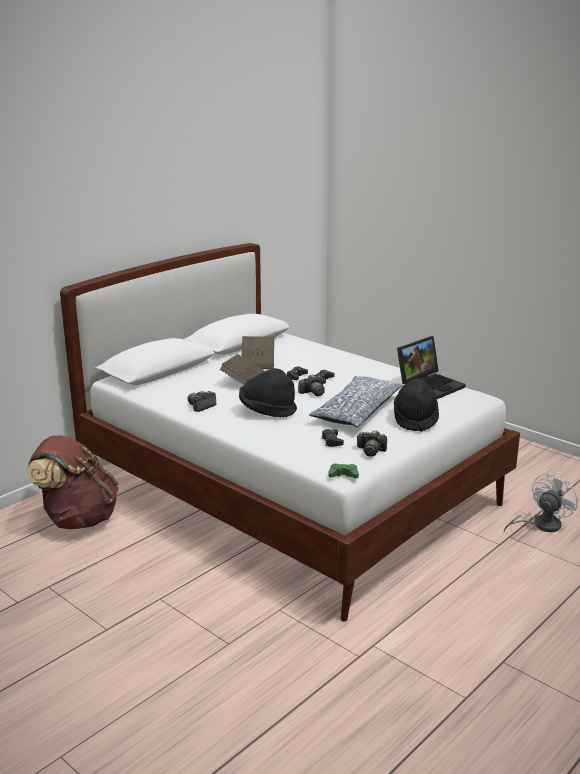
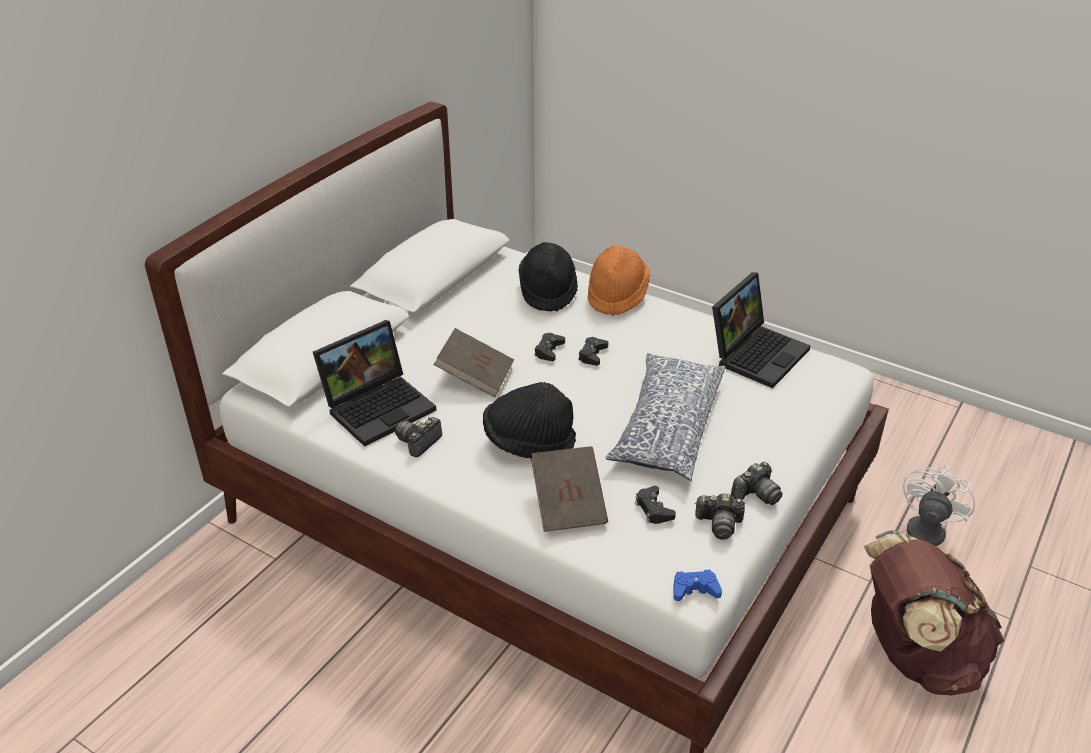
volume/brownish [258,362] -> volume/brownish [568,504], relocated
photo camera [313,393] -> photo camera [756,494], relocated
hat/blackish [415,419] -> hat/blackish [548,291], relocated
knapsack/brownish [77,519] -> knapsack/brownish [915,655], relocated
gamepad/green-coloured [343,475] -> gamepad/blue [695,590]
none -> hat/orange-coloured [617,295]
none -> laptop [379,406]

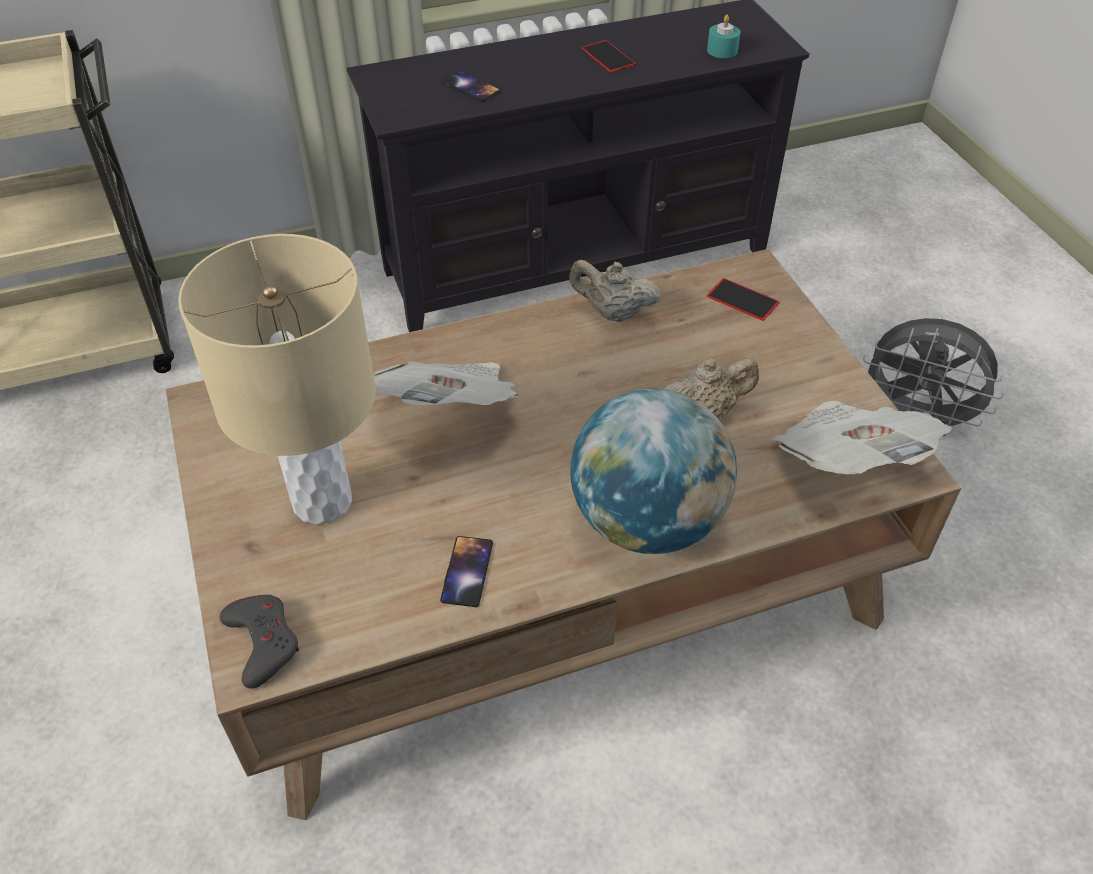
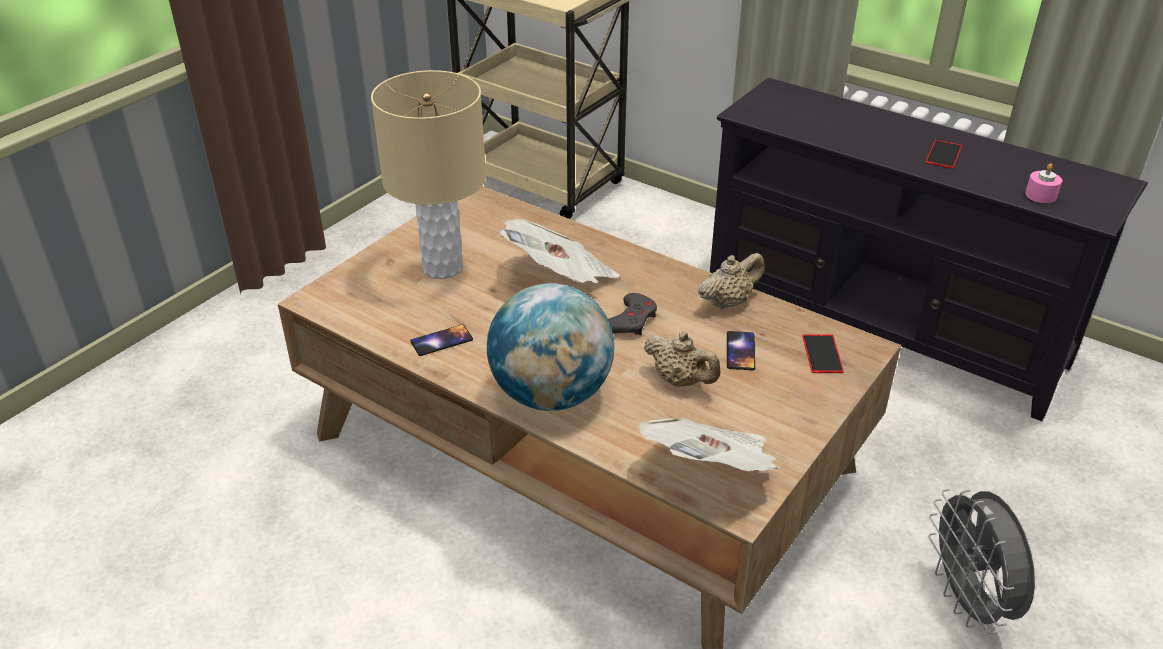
wax light/blue-green [722,50] -> wax light/pink-coloured [1040,195]
telephone [470,87] -> telephone [740,351], relocated
pot for tea/sand-coloured [612,313] -> pot for tea/sand-coloured [728,302], 75 degrees clockwise
gamepad/grey [262,642] -> gamepad/grey [630,321], relocated

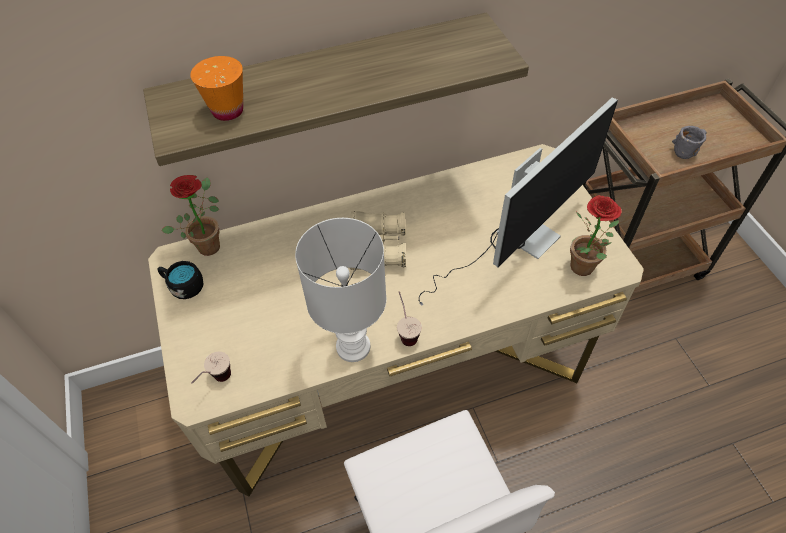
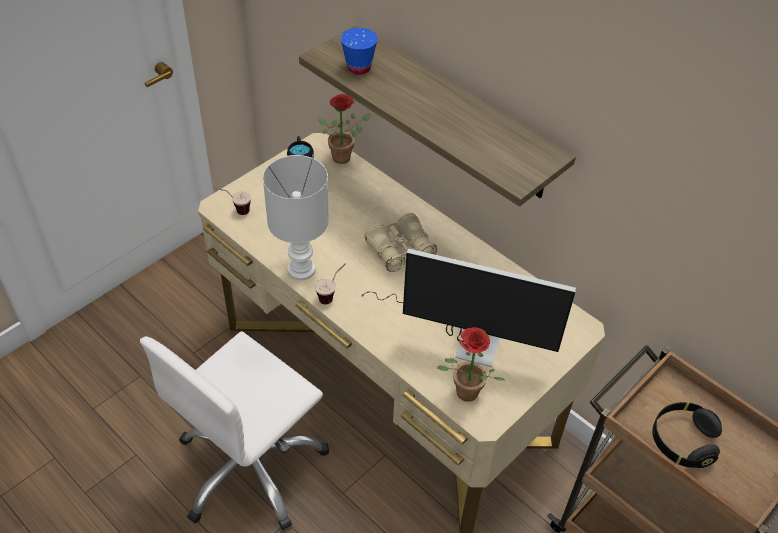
drinking cup/orange-coloured [228,111] -> drinking cup/blue [358,68]
tea mug/grey [687,148] -> headset/blackish [682,442]

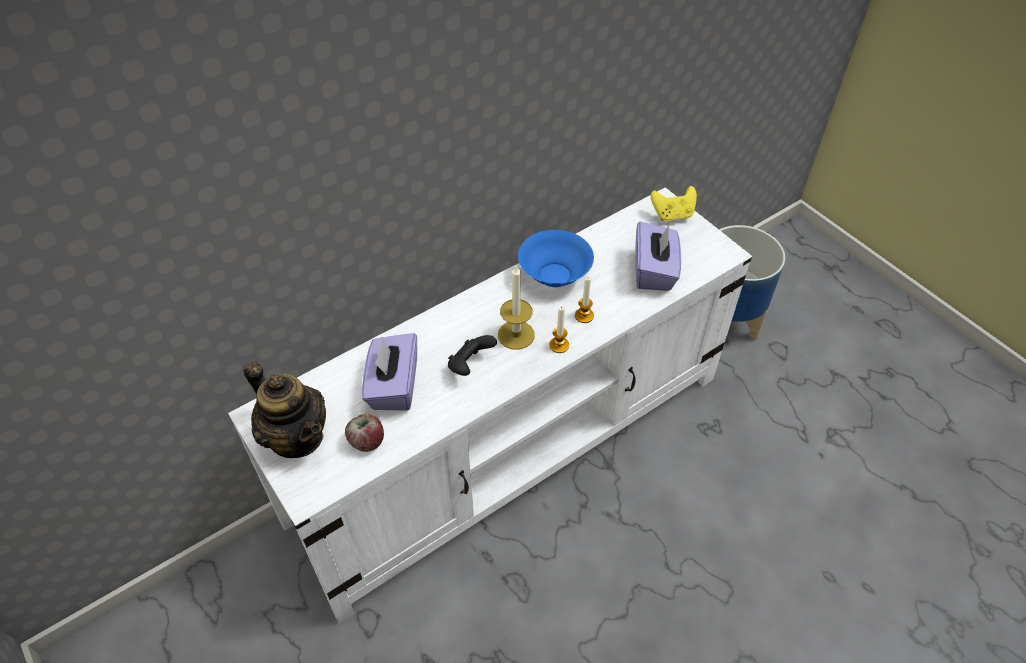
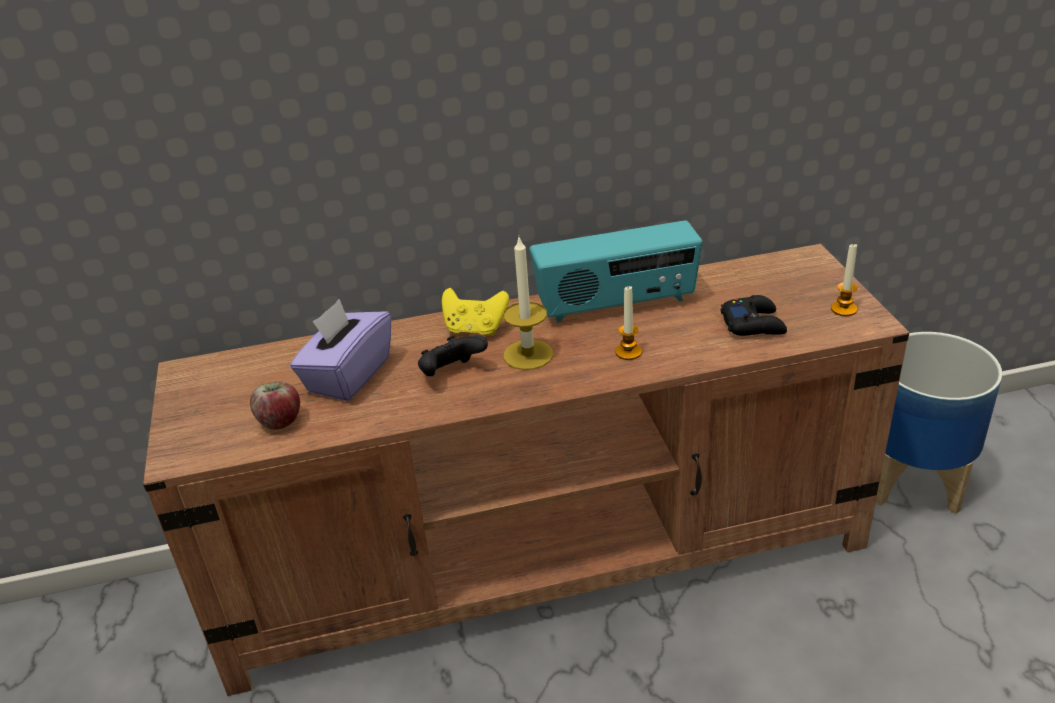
gamepad/yellowish [672,215] -> gamepad/yellowish [475,329], relocated
tv stand/white [512,447] -> tv stand/brownish [545,557]
tissue holder/purple-coloured [654,271] -> gamepad/blackish [753,324]
bowl/blue [554,274] -> radio receiver [616,305]
wax light [559,345] -> wax light [843,309], relocated
pot for tea [297,437] -> none

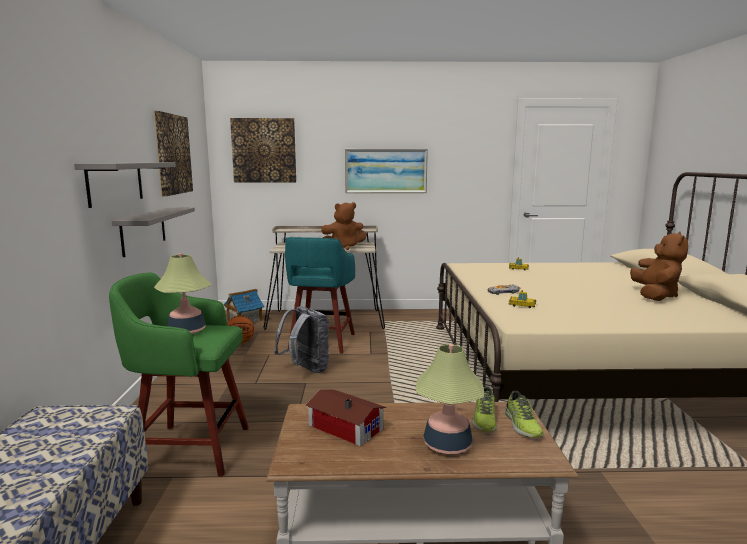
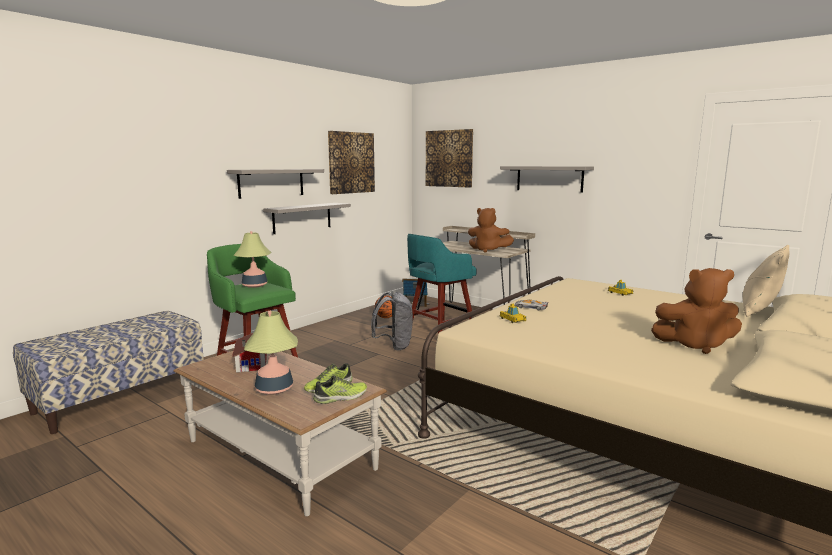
wall art [386,171] -> wall shelf/grey [549,178]
cuddly toy/brownish [655,296] -> cuddly toy/brownish [695,345], 45 degrees clockwise
low shoe [521,424] -> low shoe [341,397], 150 degrees counterclockwise
none -> cushion/sand-coloured [759,311]

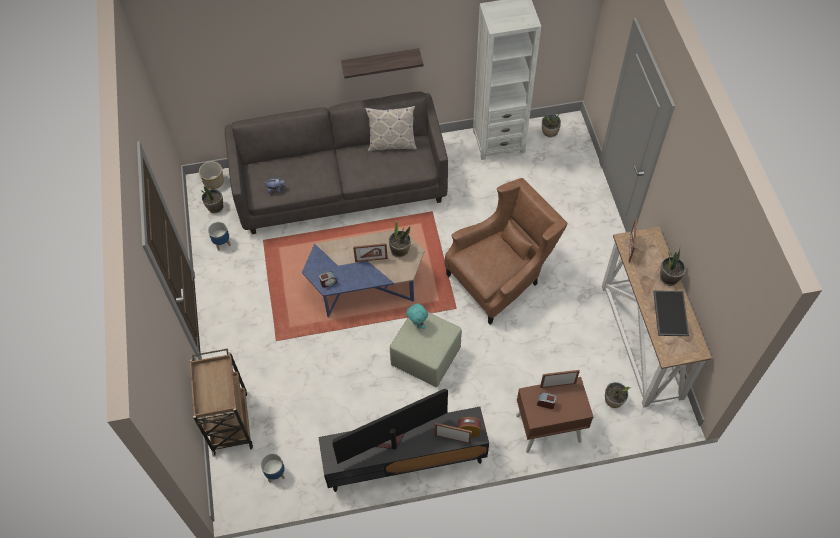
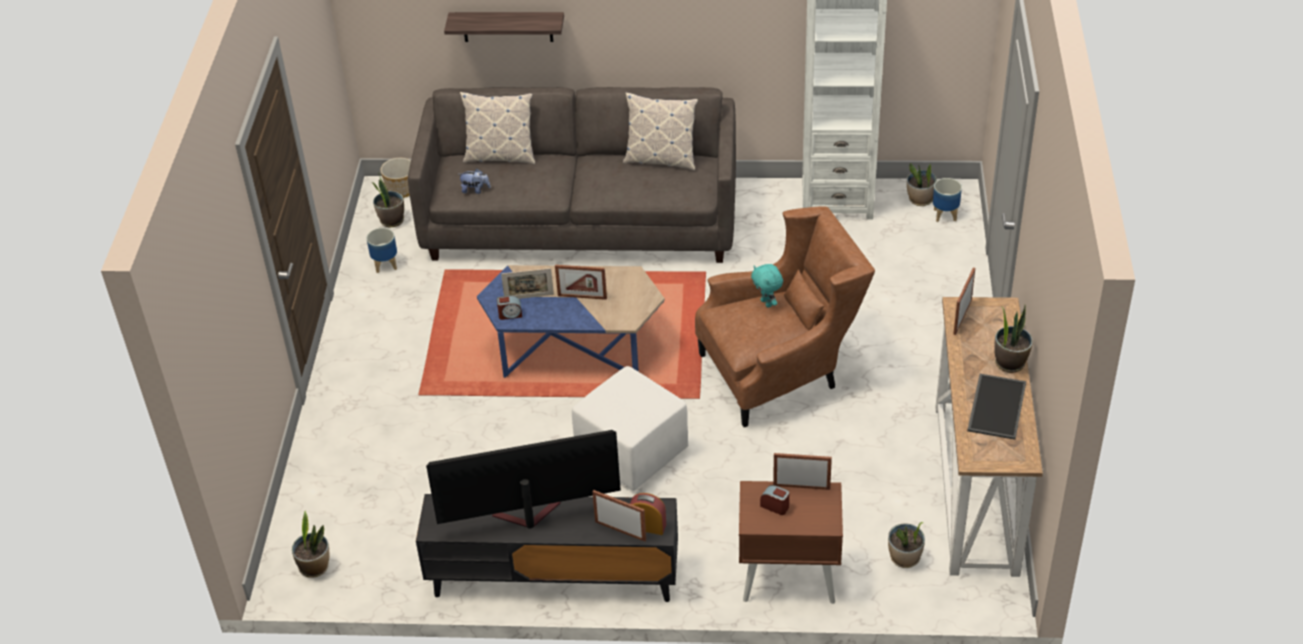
wall shelf [380,62] -> wall shelf [507,26], relocated
potted plant [400,250] -> potted plant [315,567], relocated
cuddly toy/blue-green [417,324] -> cuddly toy/blue-green [767,303], relocated
footrest/green-coloured [425,357] -> footrest/white [630,452]
cart/brownish [230,421] -> none
planter [275,473] -> planter [944,215], relocated
none -> cushion [500,156]
none -> standing frame [529,297]

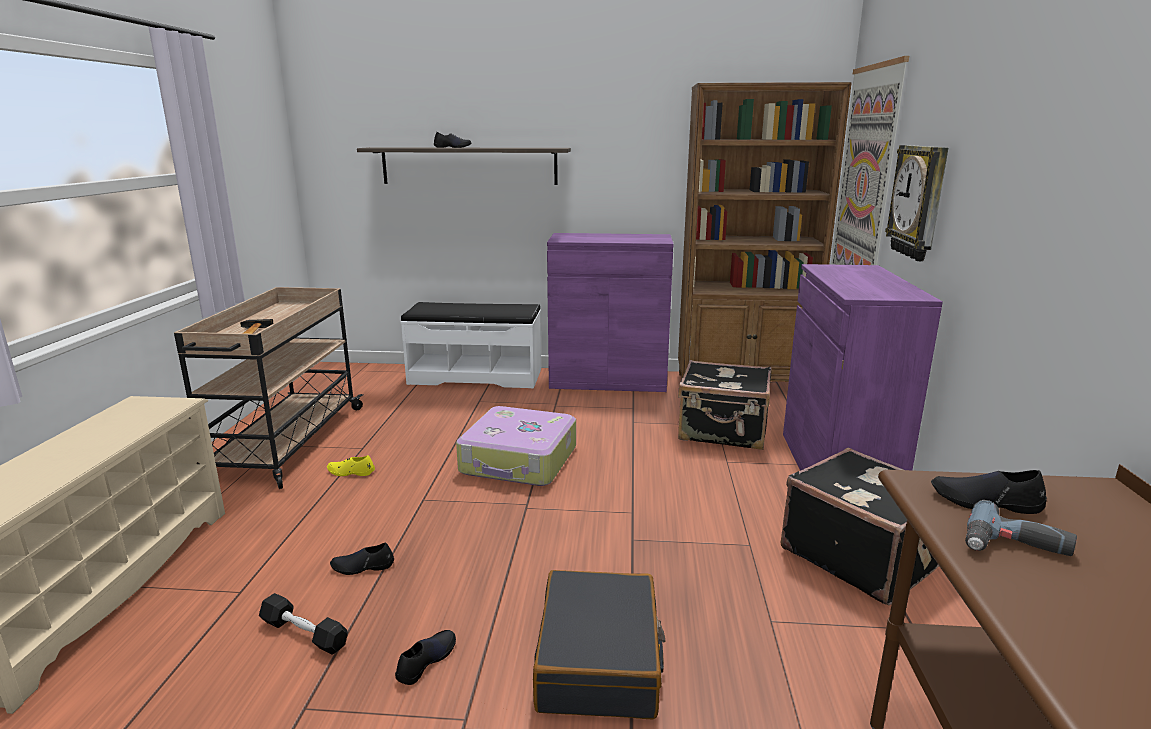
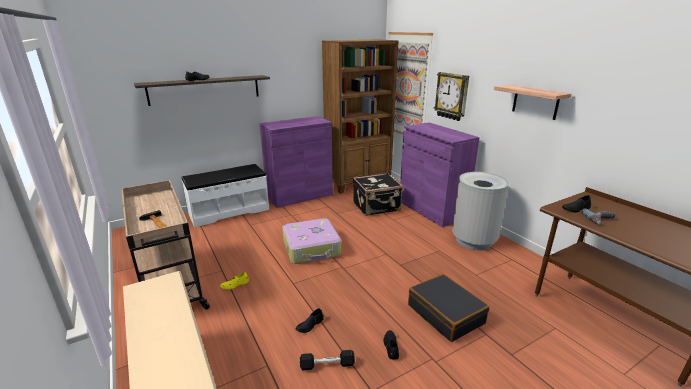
travel case/blackish [861,556] -> waste bin/grey [473,240]
none -> wall shelf [535,102]

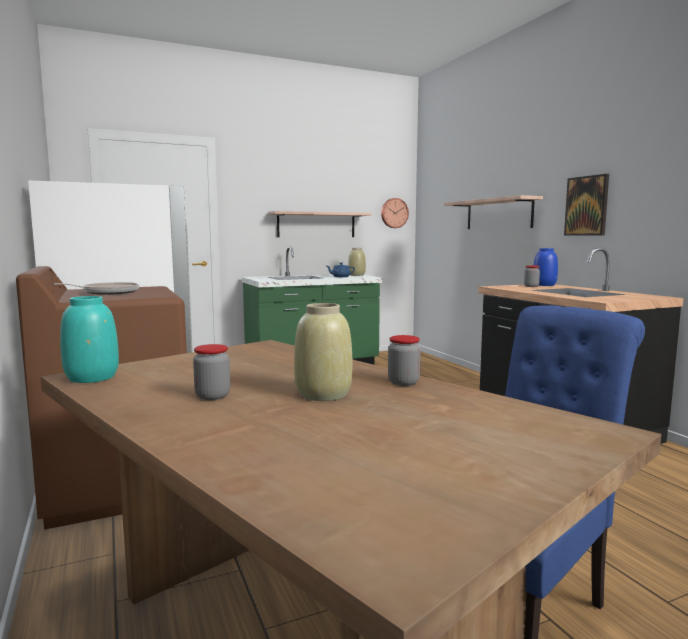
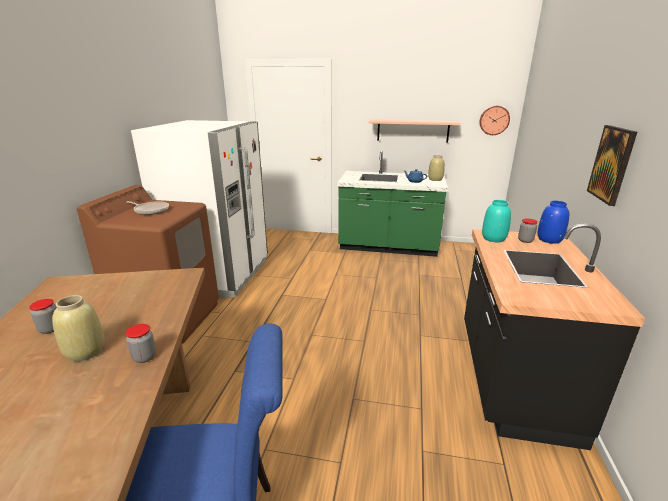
wall shelf [498,214] -> none
flower vase/blue-green [91,378] -> flower vase/blue-green [493,239], relocated

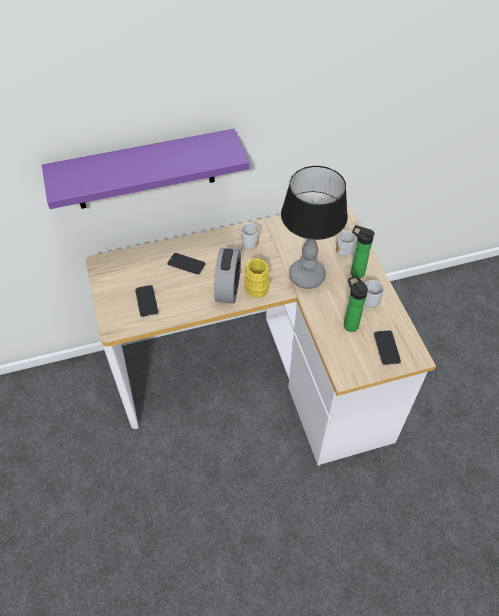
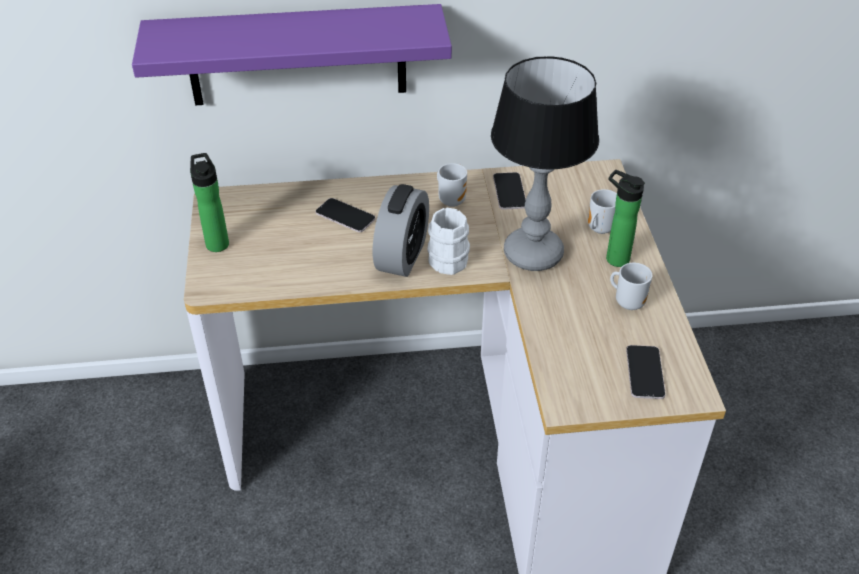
tea mug/yellowish [257,285] -> tea mug/white [449,256]
drink bottle [349,324] -> drink bottle [216,242], relocated
telephone [146,301] -> telephone [509,191], relocated

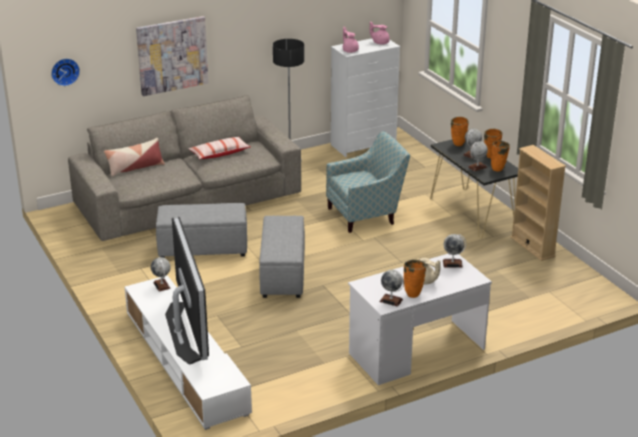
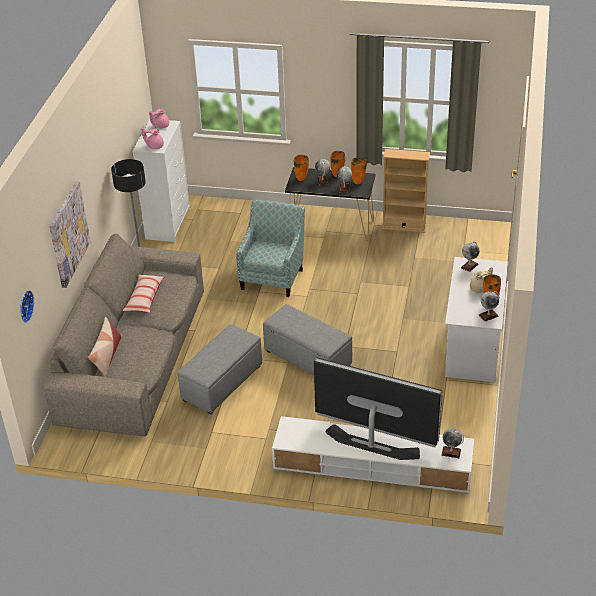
world globe [162,285] -> world globe [451,452], relocated

